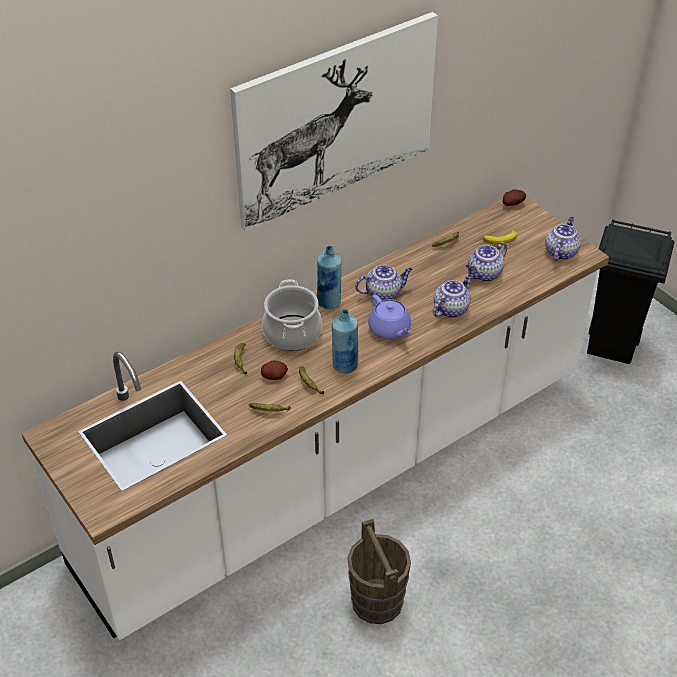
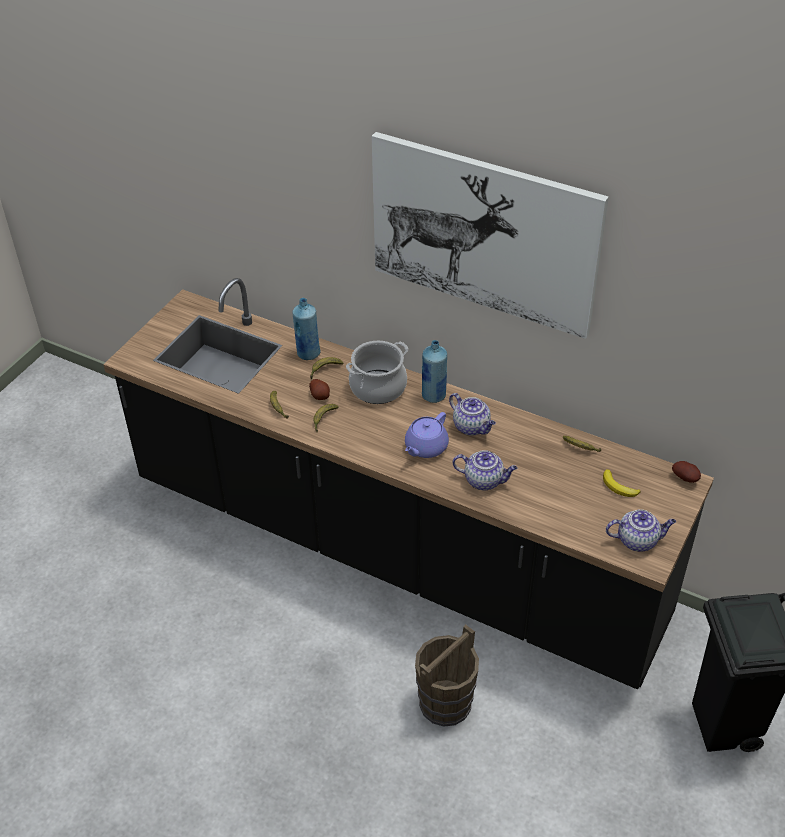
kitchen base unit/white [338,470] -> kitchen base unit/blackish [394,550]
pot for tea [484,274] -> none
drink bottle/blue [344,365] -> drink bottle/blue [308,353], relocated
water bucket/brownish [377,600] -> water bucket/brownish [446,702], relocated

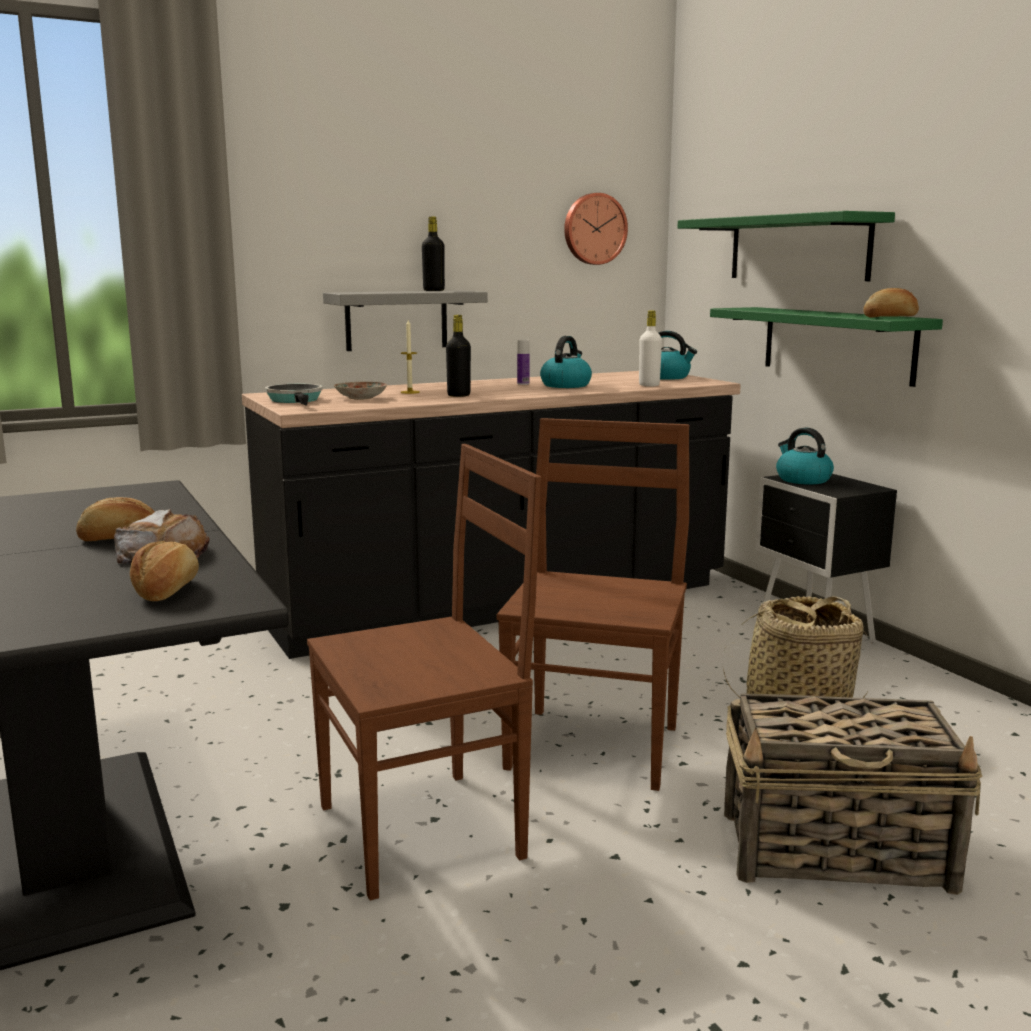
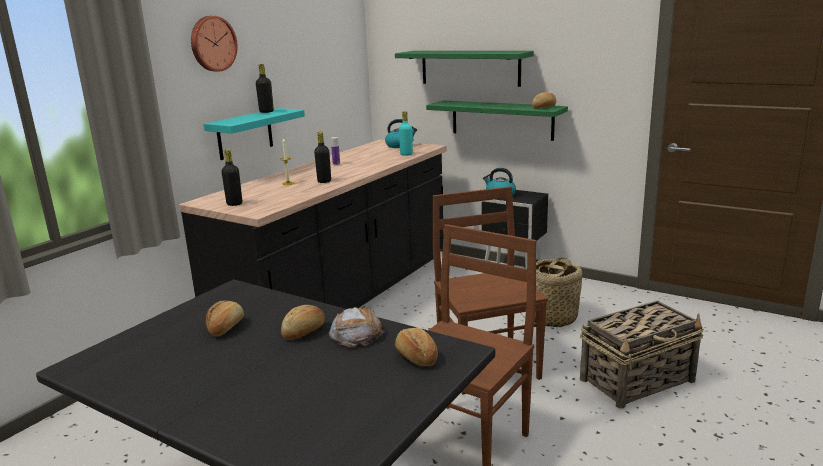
hanging clock [594,229] -> hanging clock [212,43], relocated
wall shelf/grey [396,320] -> wall shelf/blue-green [245,134]
drink bottle/white [649,385] -> drink bottle/blue-green [406,154]
tea kettle [566,385] -> none
dinner plate [361,398] -> none
frying pan [296,400] -> drink bottle/blackish [234,204]
none -> baked bread [225,327]

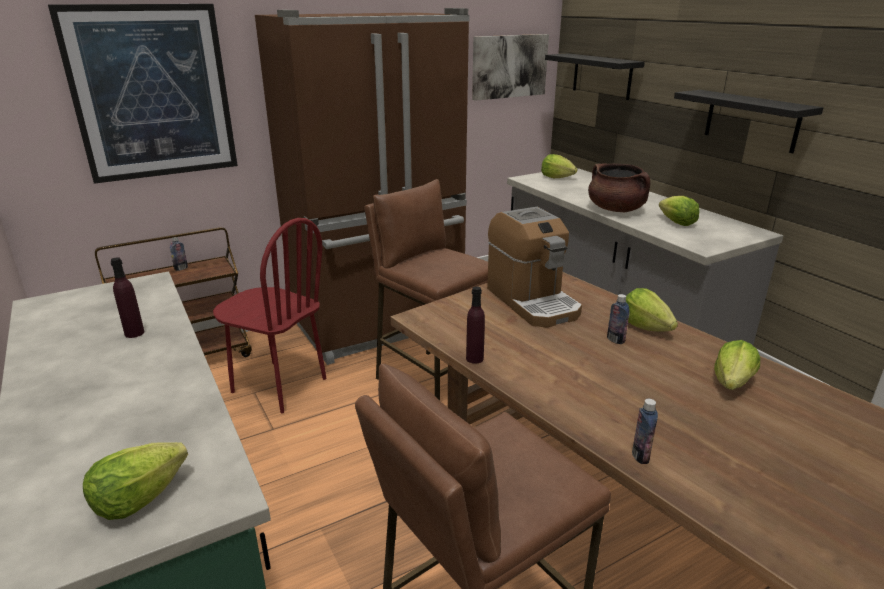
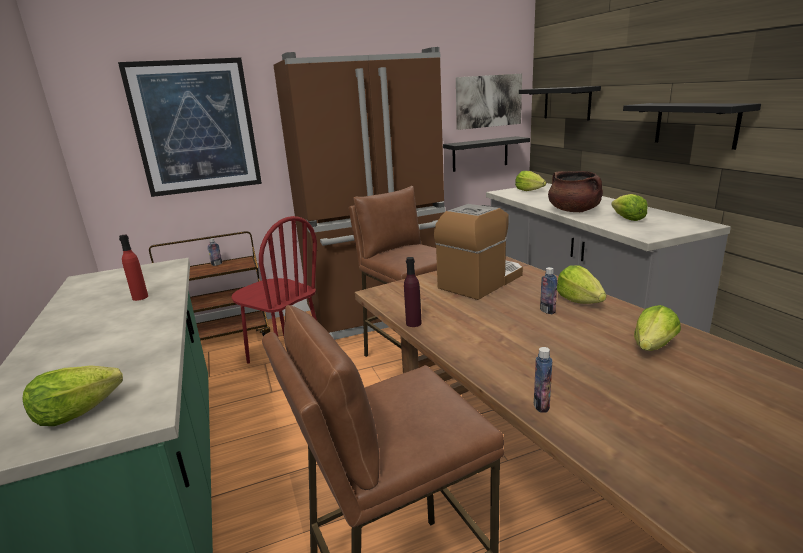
coffee machine [532,301] -> coffee machine [481,281], 120 degrees counterclockwise
drink bottle/purple-coloured [134,333] -> drink bottle/red [140,297]
none -> wall shelf/blackish [480,154]

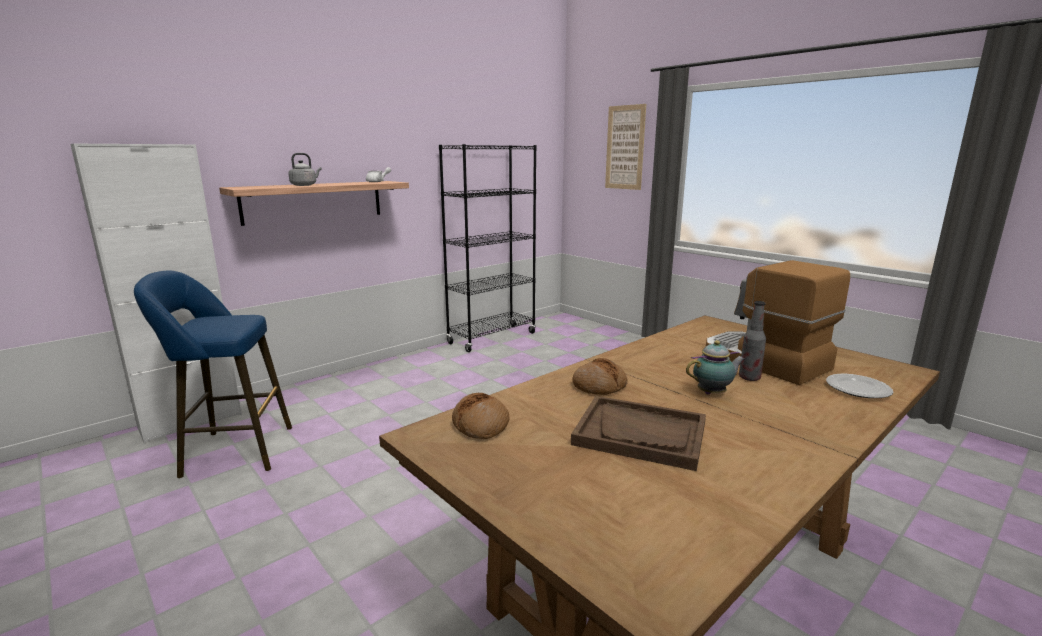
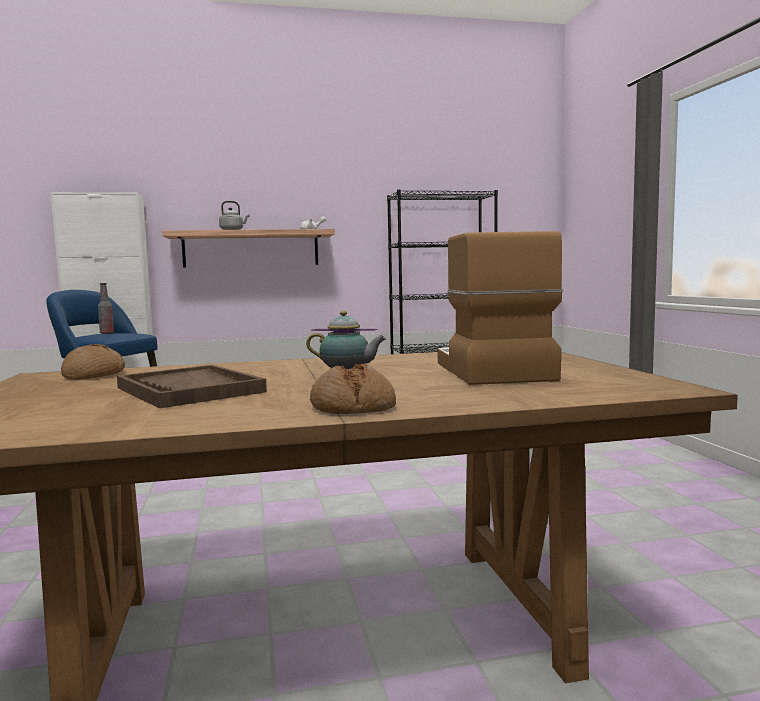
wall art [625,147] -> none
drink bottle [749,378] -> drink bottle [107,333], relocated
baked bread [599,386] -> baked bread [352,407], relocated
dinner plate [857,389] -> none

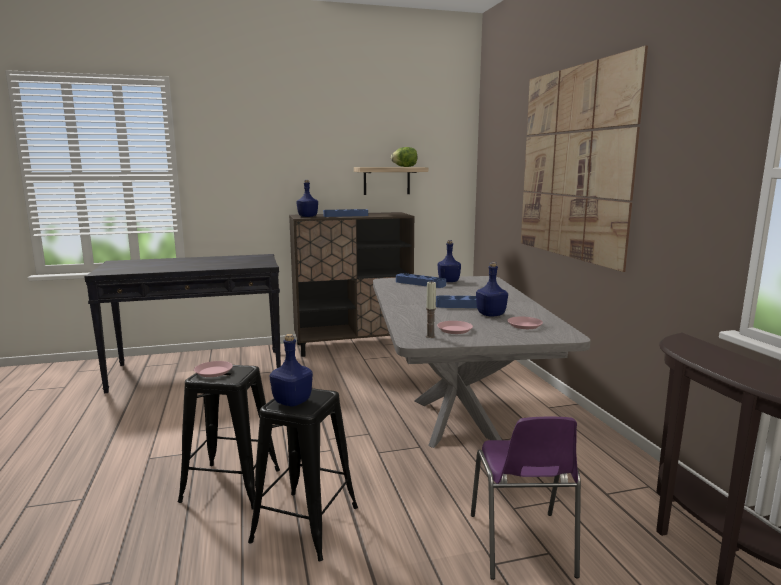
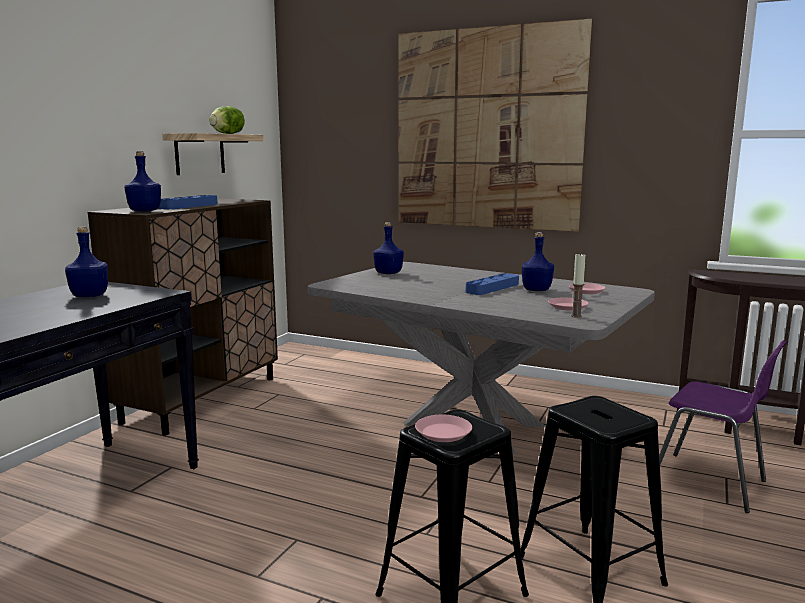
serving tray/blue [420,283] -> none
drink bottle/blue [291,401] -> drink bottle/blue [89,296], relocated

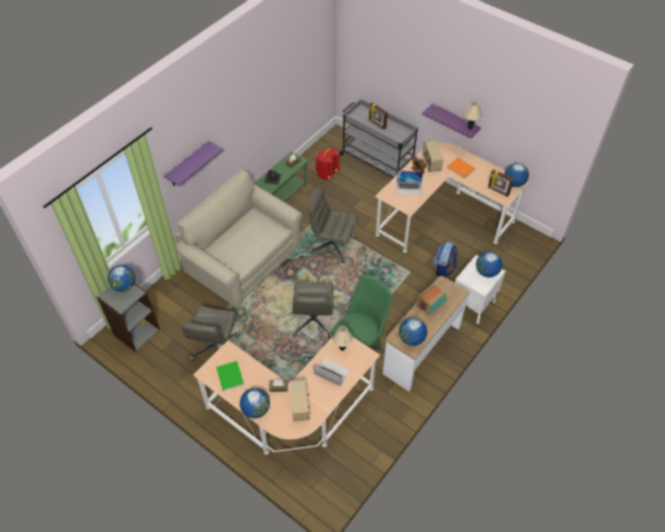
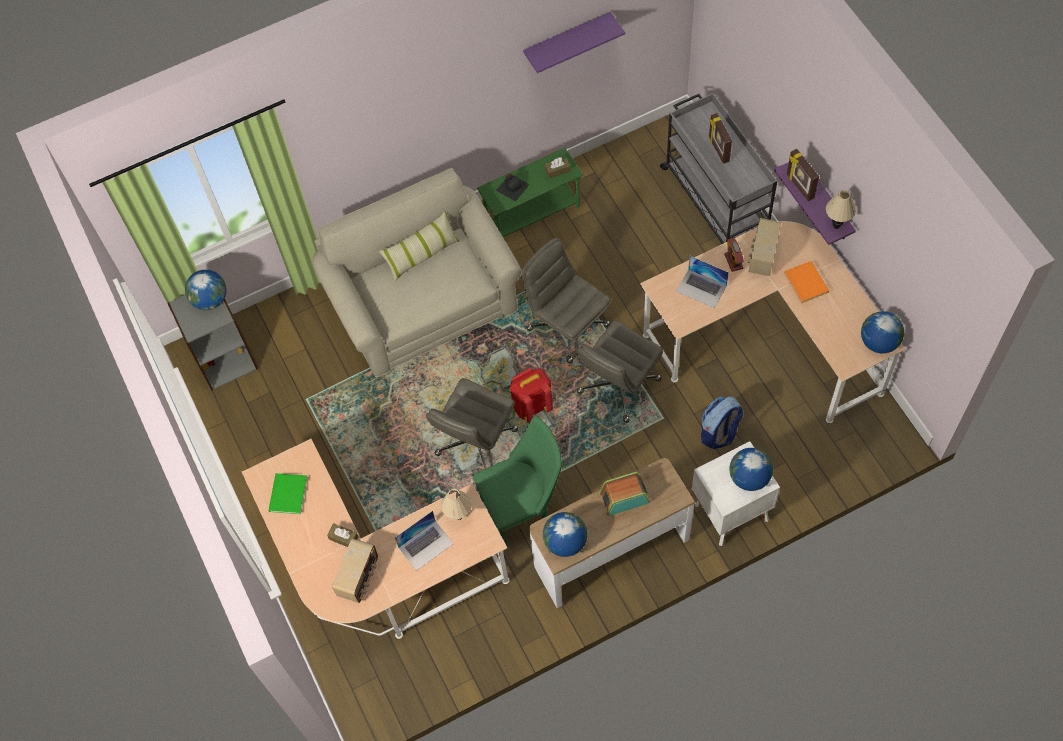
wall shelf/purple-coloured [188,165] -> wall shelf/purple-coloured [567,41], relocated
knapsack/red [327,174] -> knapsack/red [532,405], relocated
standing frame [498,191] -> standing frame [799,186], relocated
computer chair/grey [215,348] -> computer chair/grey [618,386], relocated
laptop [331,372] -> laptop [426,545], 90 degrees clockwise
world globe [256,409] -> none
none -> cushion [422,255]

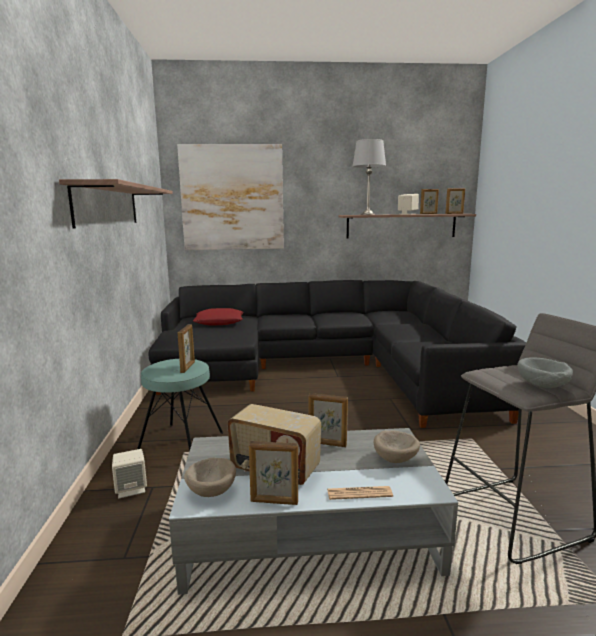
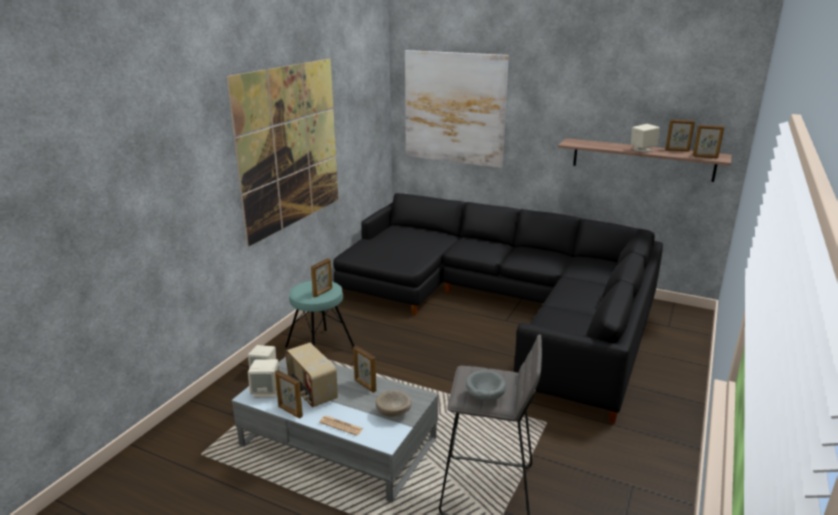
table lamp/grey [367,214] -> none
wall shelf [108,206] -> wall art [290,147]
cushion/red [219,322] -> none
bowl/sand-coloured [212,490] -> speaker/sand-coloured [266,391]

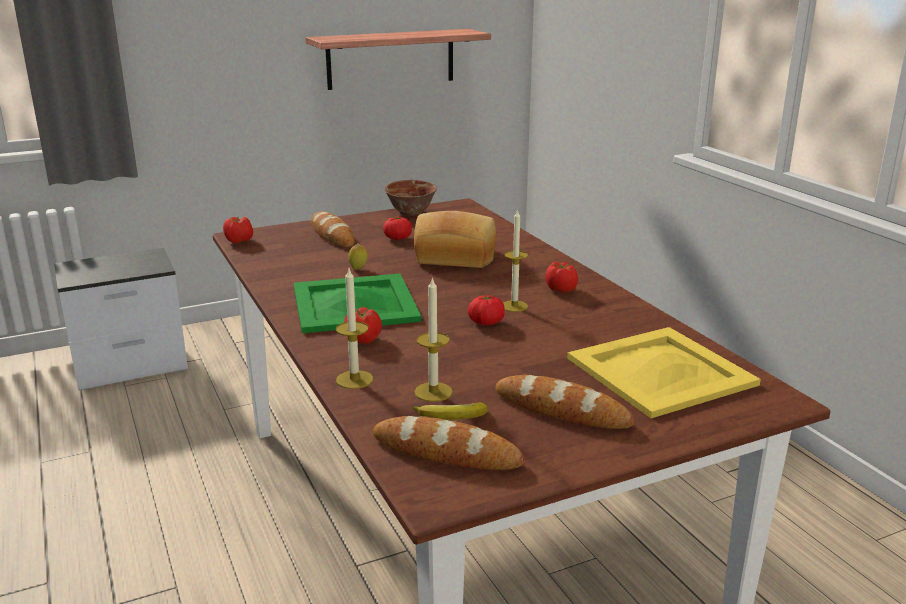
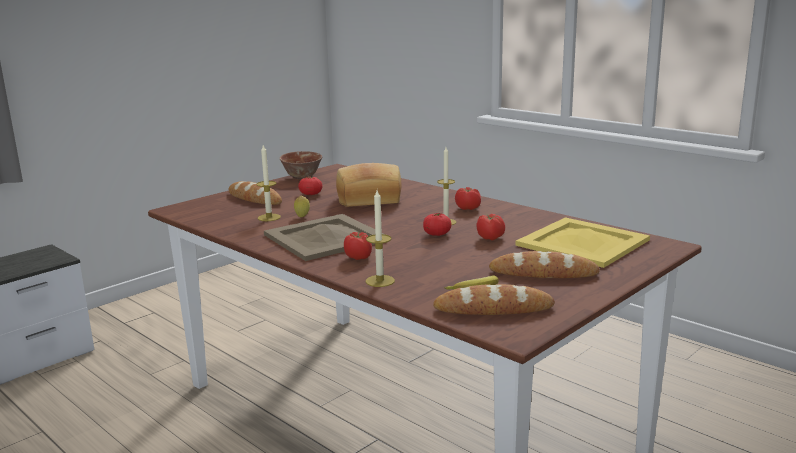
wall shelf [391,59] -> none
tomato [239,241] -> tomato [490,238], relocated
serving tray/green-coloured [356,304] -> serving tray/sand-coloured [326,237]
wax light [433,392] -> wax light [269,217], relocated

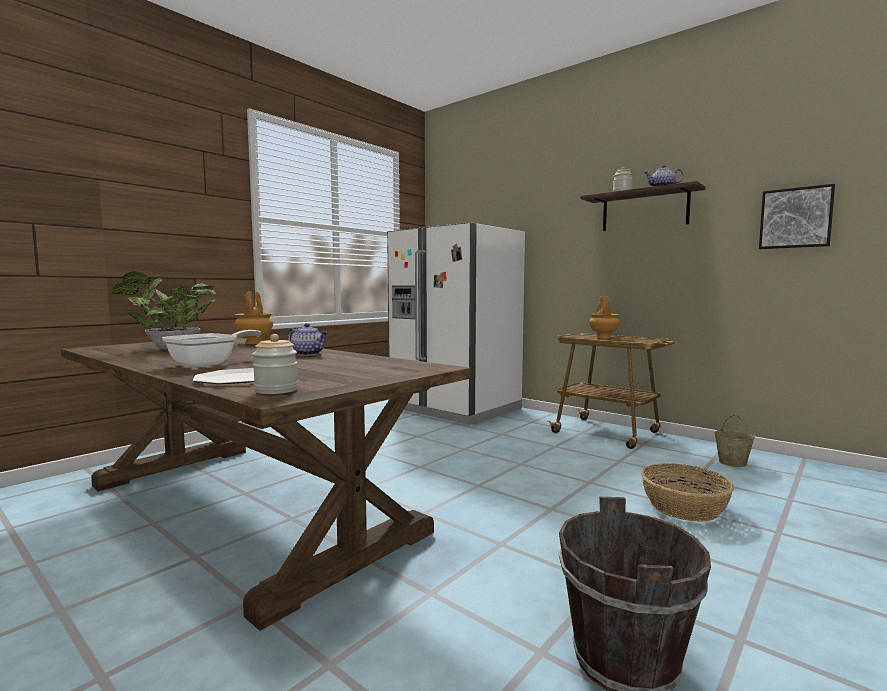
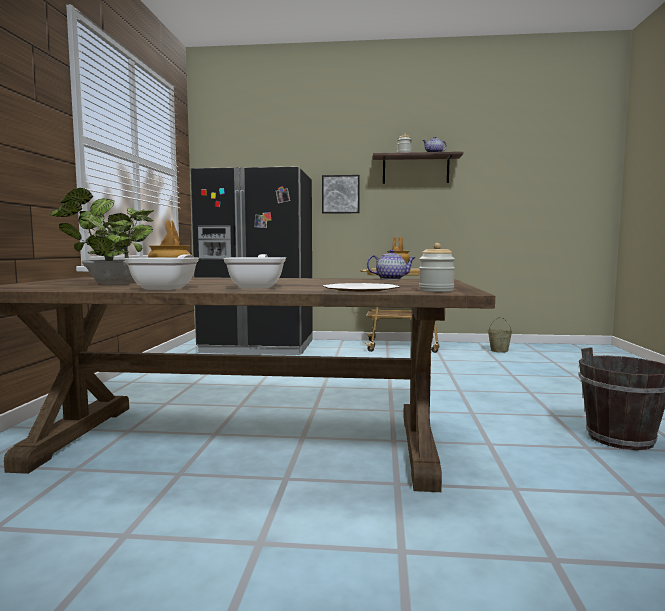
wall art [795,218] -> wall art [340,194], relocated
refrigerator/white [455,409] -> refrigerator/blackish [258,347]
pot for tea [308,354] -> pot for tea [391,279], relocated
household basket [684,507] -> none
none -> frying pan [168,288]

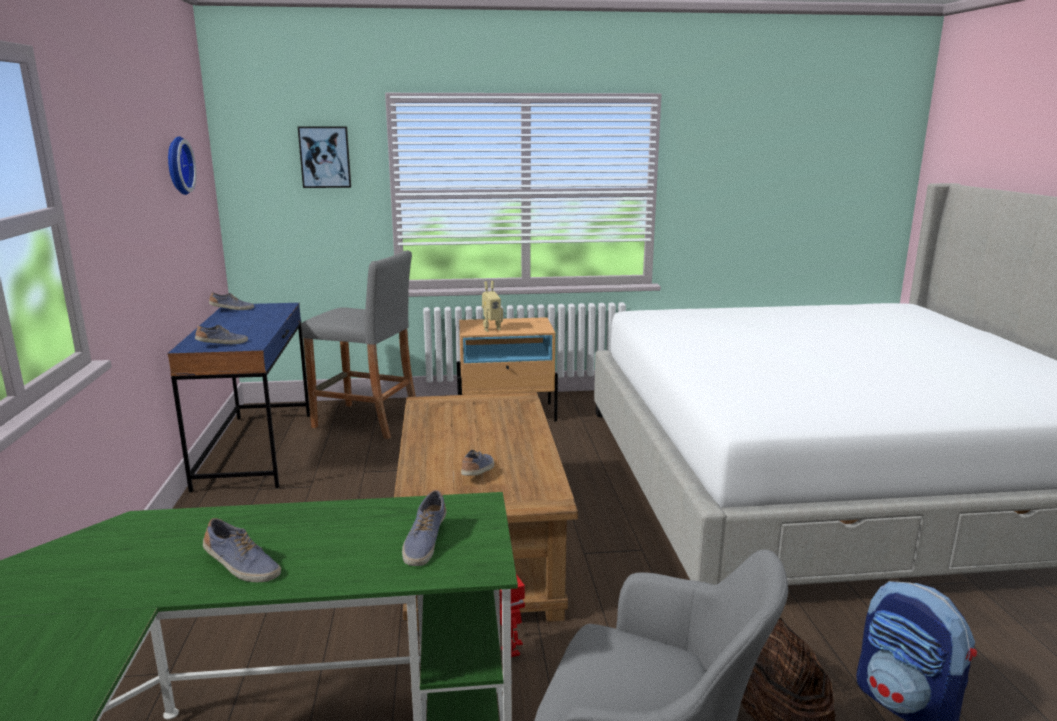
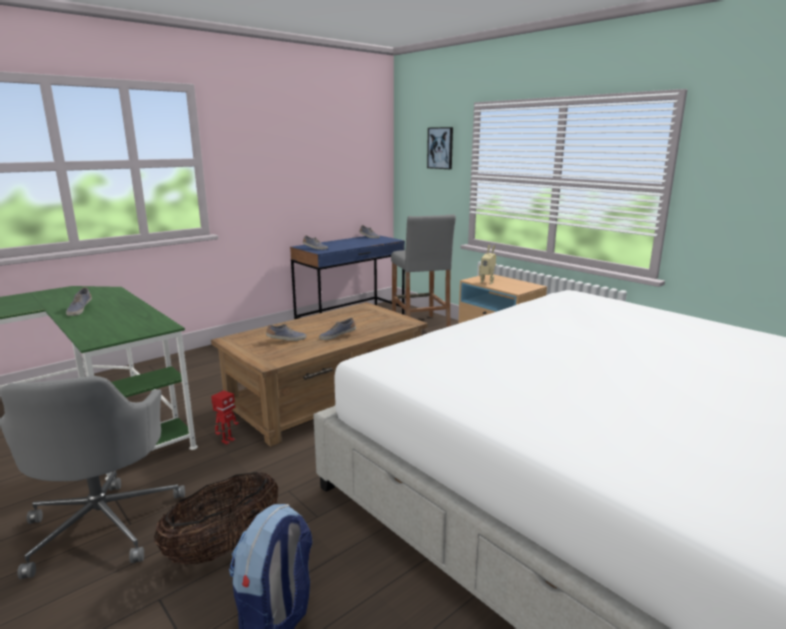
hanging clock [176,165] -> none
low shoe [424,542] -> low shoe [337,336], relocated

